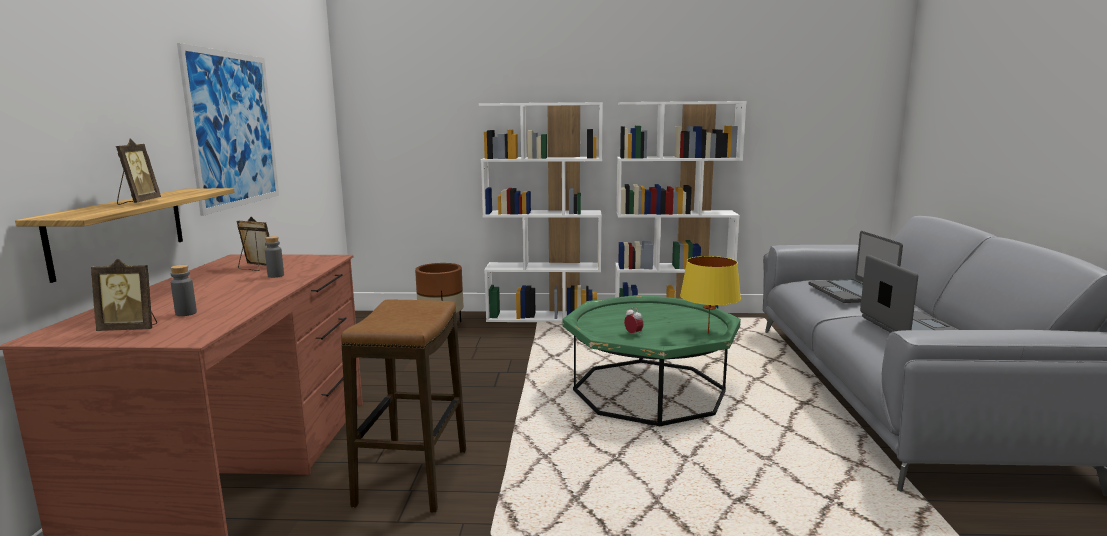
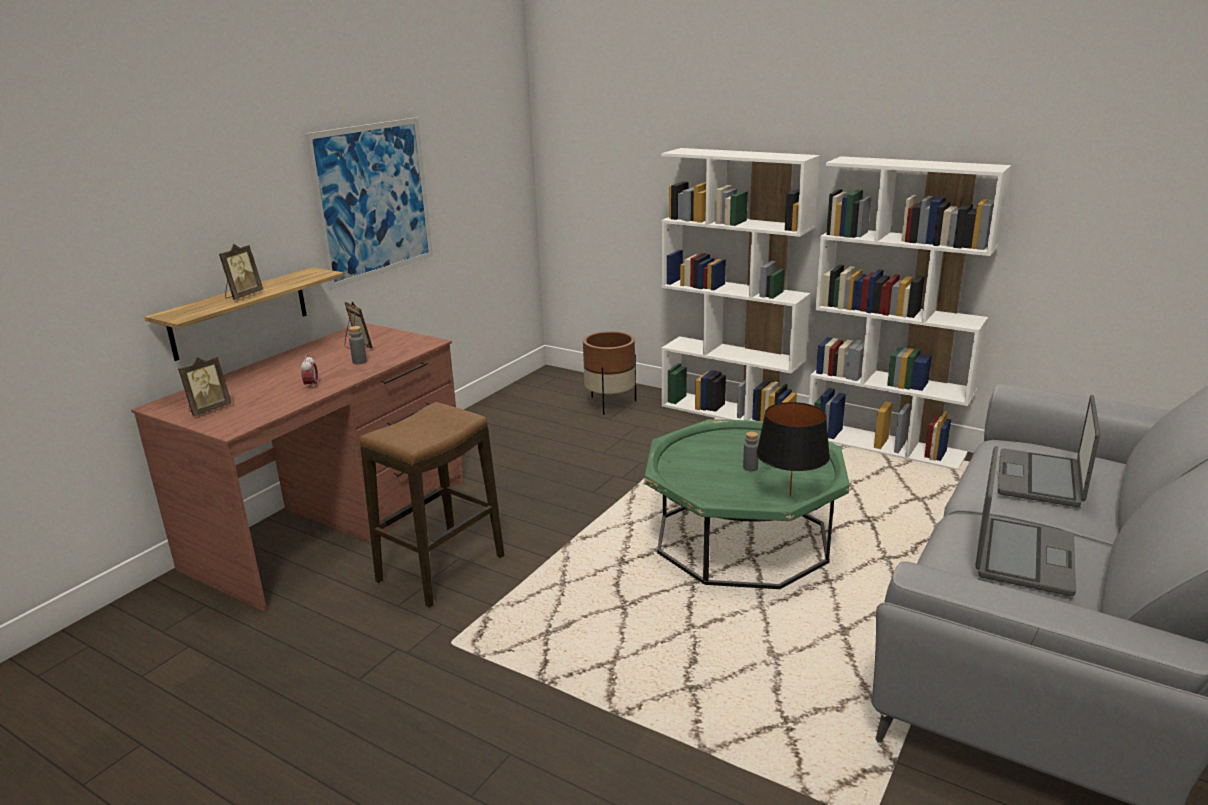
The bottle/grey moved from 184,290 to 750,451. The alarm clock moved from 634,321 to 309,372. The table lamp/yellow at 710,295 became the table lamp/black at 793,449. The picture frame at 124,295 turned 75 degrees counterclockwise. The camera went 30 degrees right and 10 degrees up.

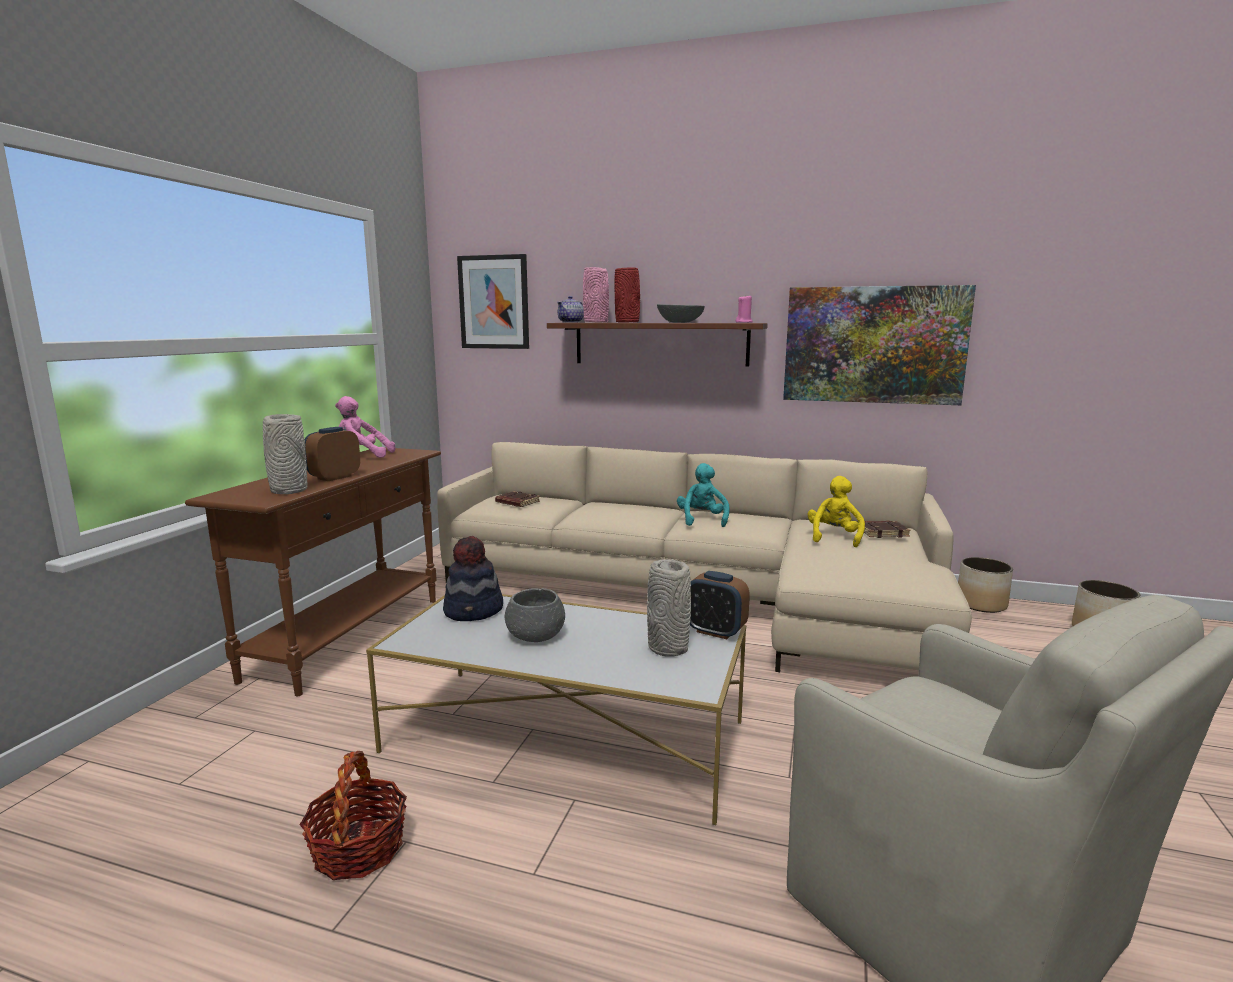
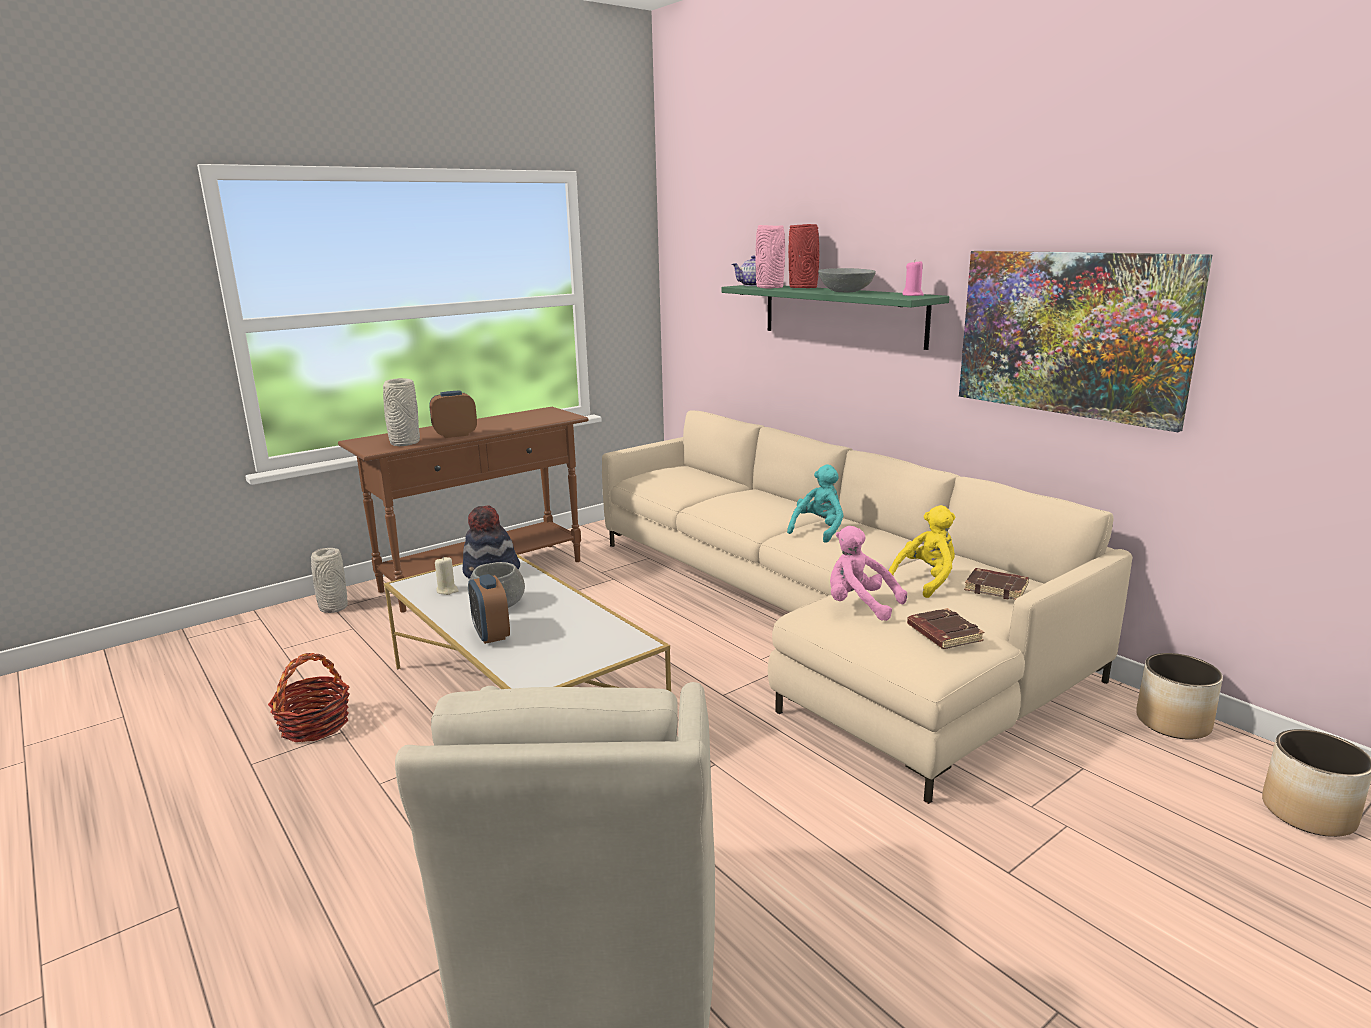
The picture at 493,301 disappeared. The candle/beige at 447,576 appeared. The plush toy/pink moved from 365,427 to 868,573. The book/brown moved from 517,499 to 945,628. The vase/grey moved from 669,608 to 329,580. The alarm clock moved from 720,605 to 489,609. The shelf/brown at 657,345 became the shelf/green at 835,317. The camera went 35 degrees right and 5 degrees up.

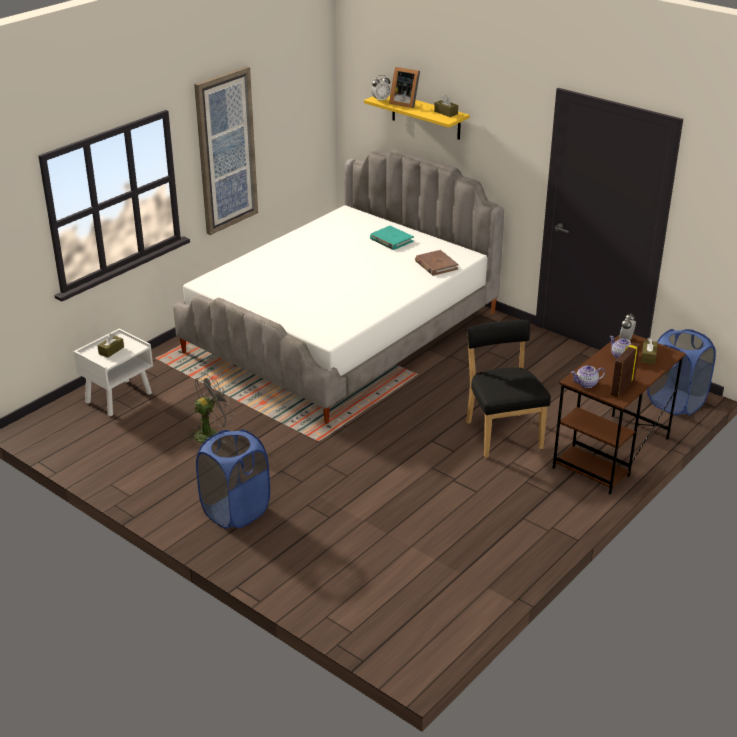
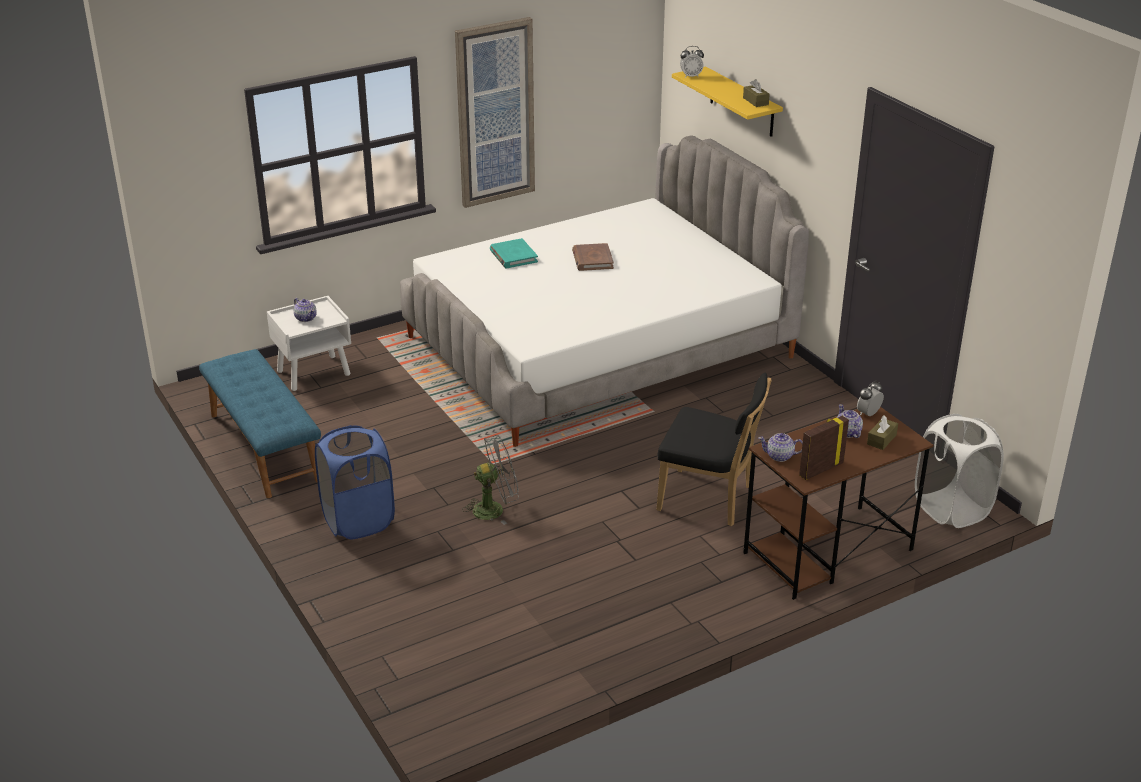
The picture frame at 405,87 disappeared. The bench/blue at 260,423 appeared. The fan/grey moved from 210,408 to 490,480. The book/turquoise moved from 392,238 to 514,253. The book/brown moved from 436,263 to 593,257. The tissue box/brown at 110,345 was replaced by the teapot at 305,310. The laundry basket/blue at 681,372 became the laundry basket/white at 959,471. The chair/black at 508,389 turned 105 degrees clockwise. The camera went 20 degrees right and 0 degrees up.

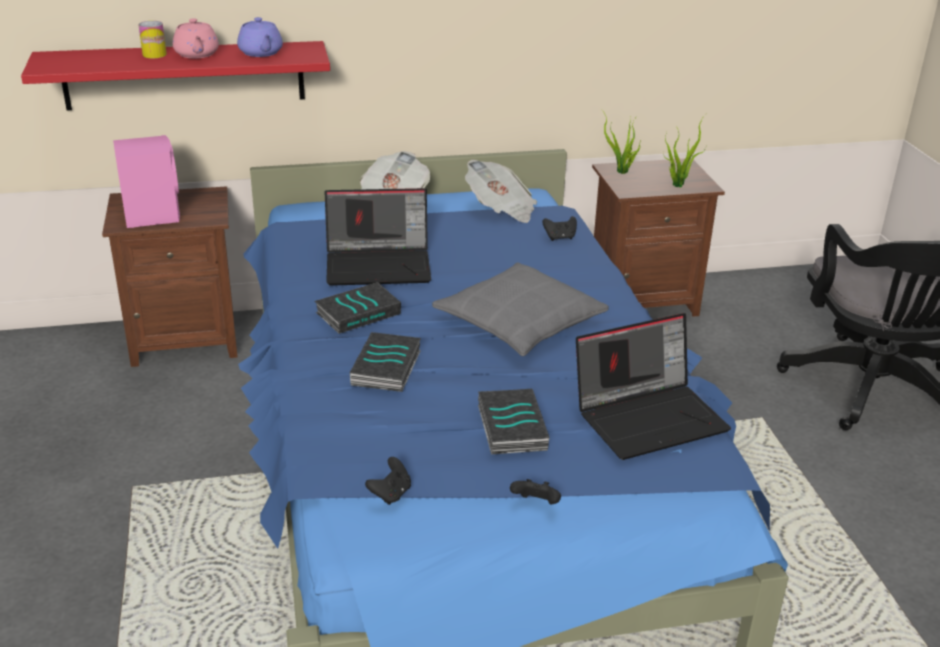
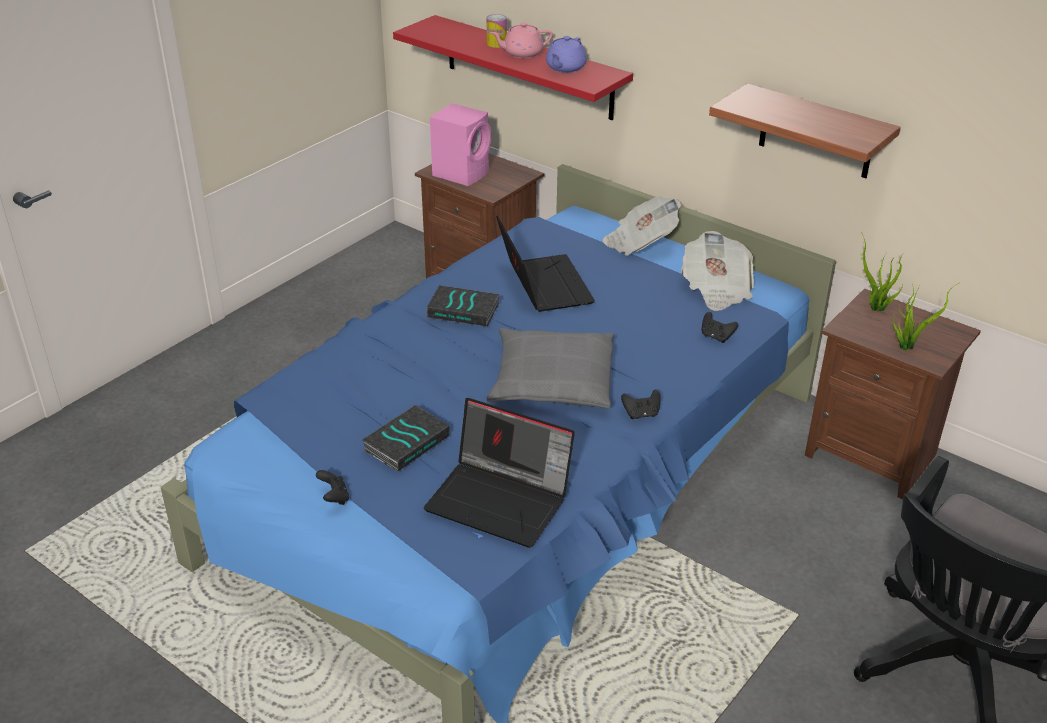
The book at 385,362 disappeared. The shelf at 805,131 appeared. The game controller/black moved from 388,481 to 641,404. The teapot/pink at 196,38 turned 45 degrees clockwise. The laptop at 377,237 turned 150 degrees counterclockwise. The camera went 50 degrees right and 5 degrees up.

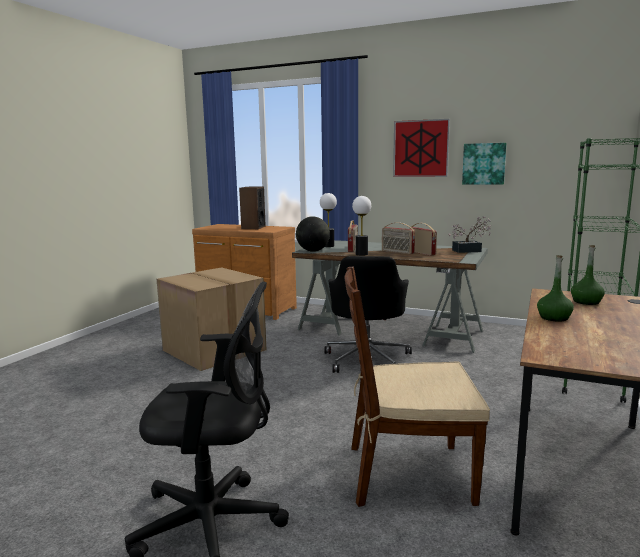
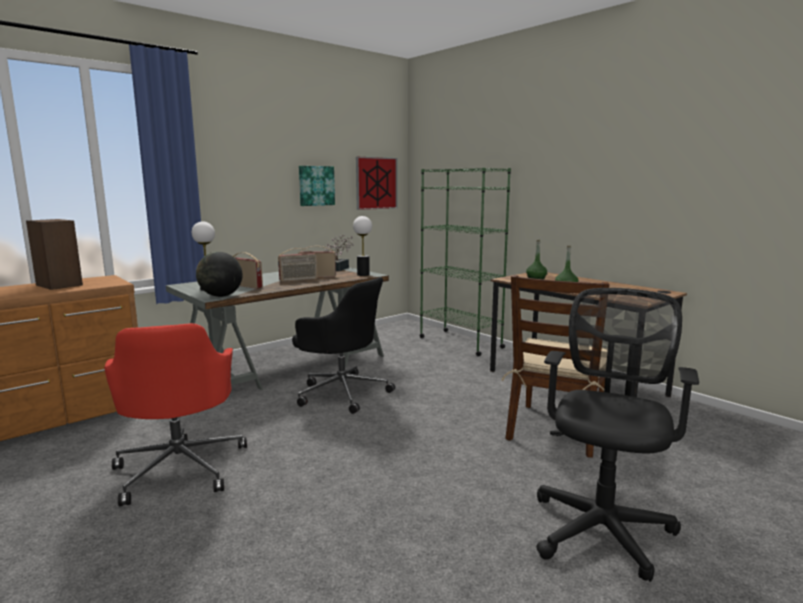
The table lamp moved from 361,226 to 362,246. The picture moved from 421,148 to 377,183. The cardboard box at 211,319 was replaced by the office chair/red at 175,414. The camera went 65 degrees left and 0 degrees up.

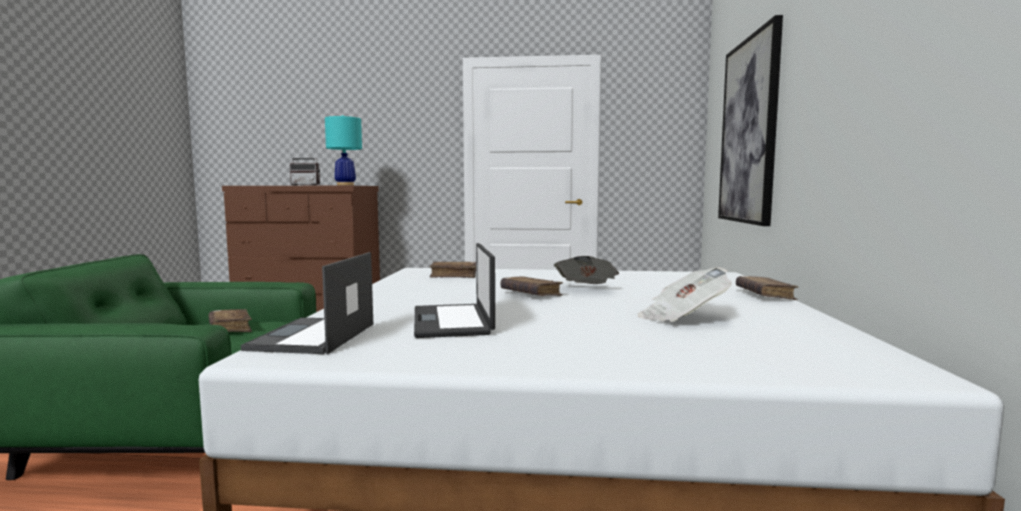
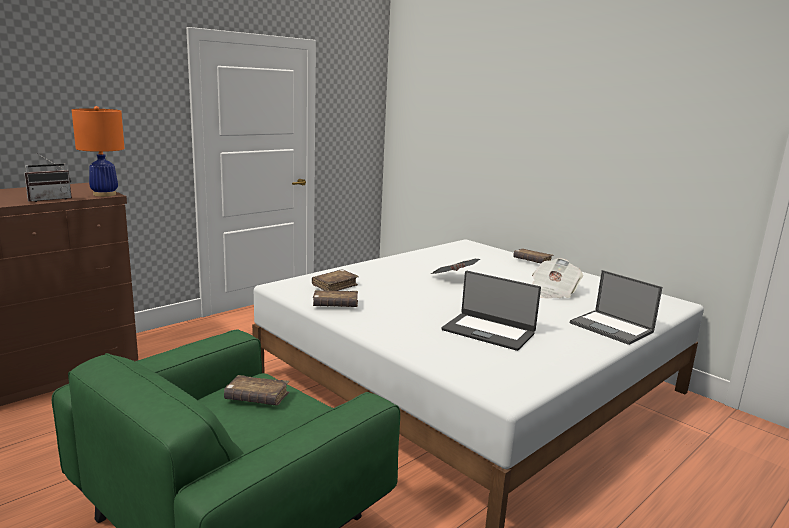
The picture at 750,120 disappeared. The laptop moved from 307,303 to 616,307. The book/brown moved from 531,286 to 335,298. The table lamp/turquoise at 343,150 became the table lamp/orange at 98,151. The camera went 50 degrees left and 10 degrees up.

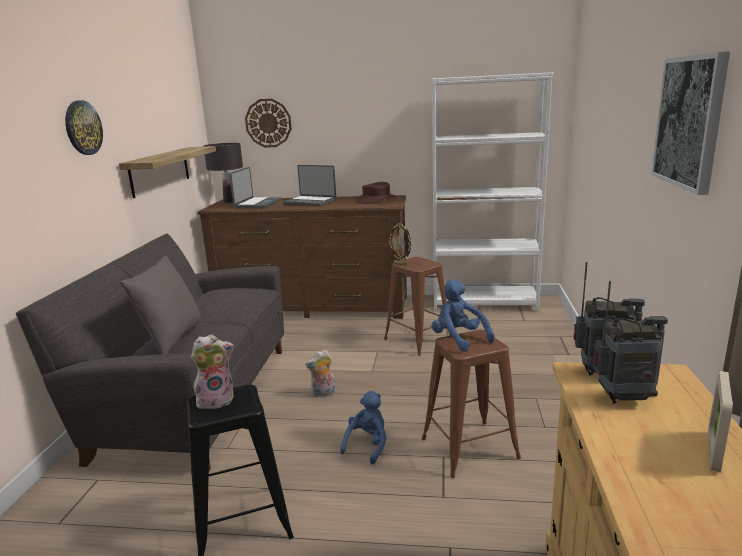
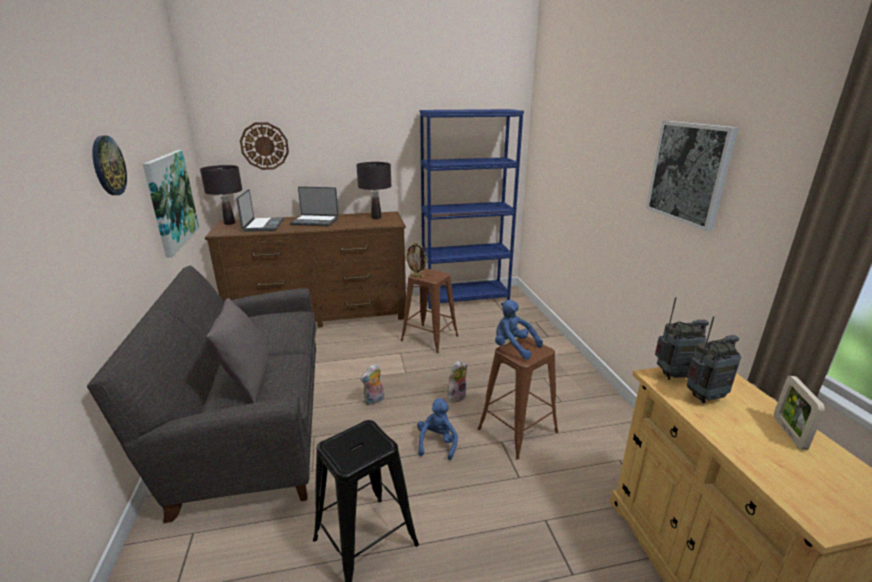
The plush toy moved from 212,371 to 457,381. The shelf at 167,172 was replaced by the picture at 171,204. The hat/brown at 376,193 was replaced by the table lamp/black at 373,190. The bookcase/white at 492,191 became the bookcase/blue at 472,209. The camera went 20 degrees left and 5 degrees up.

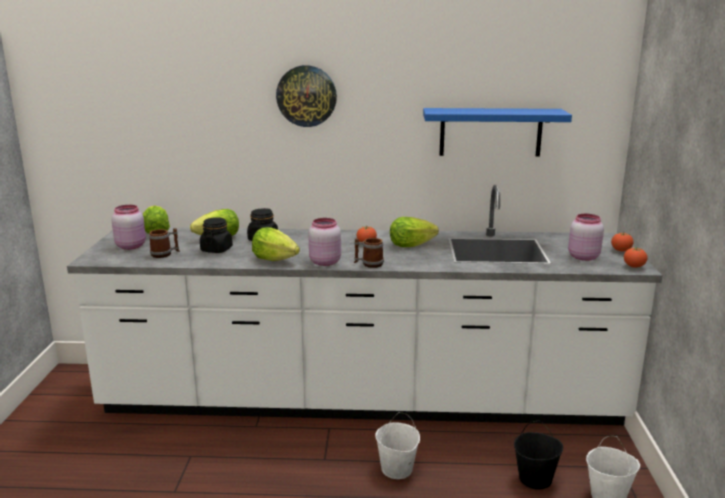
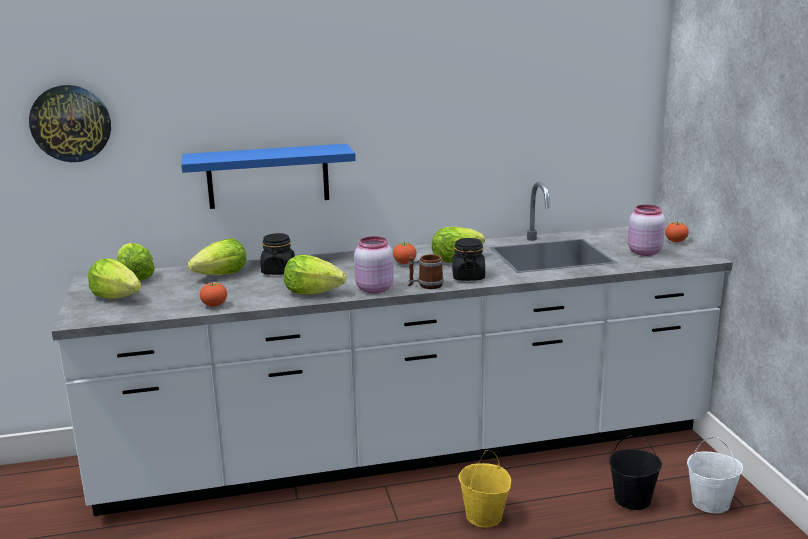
The mug at 164,243 disappeared. The jar/black moved from 216,235 to 468,259. The wall clock moved from 306,96 to 70,123. The shelf/blue moved from 497,132 to 268,176. The tomato moved from 636,257 to 213,294. The jar/pink at 128,227 was replaced by the lettuce at 114,278. The bucket/white at 397,445 became the bucket/yellow at 485,489. The camera went 15 degrees left and 0 degrees up.

